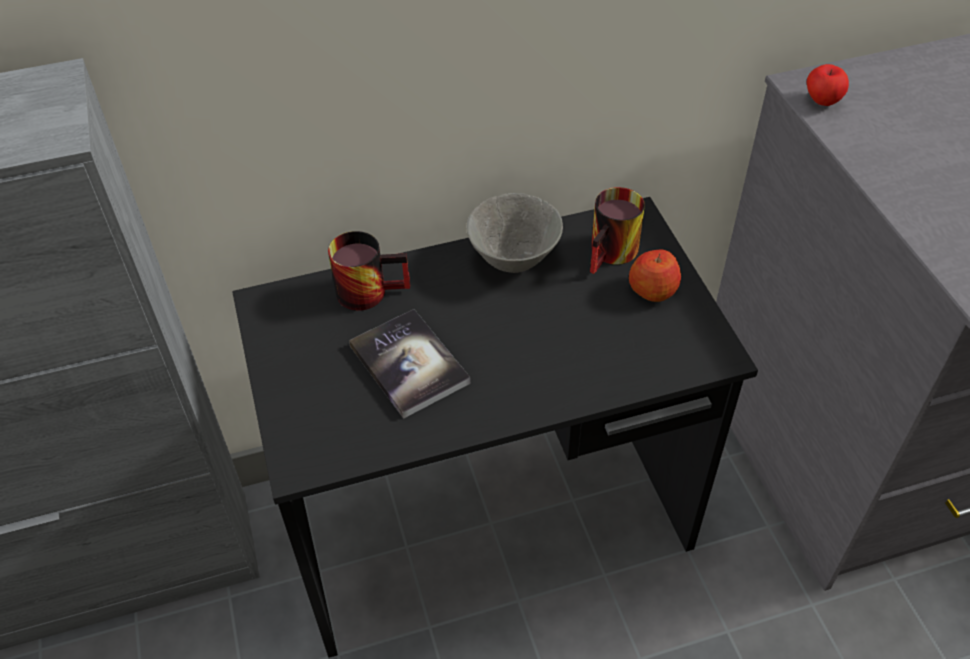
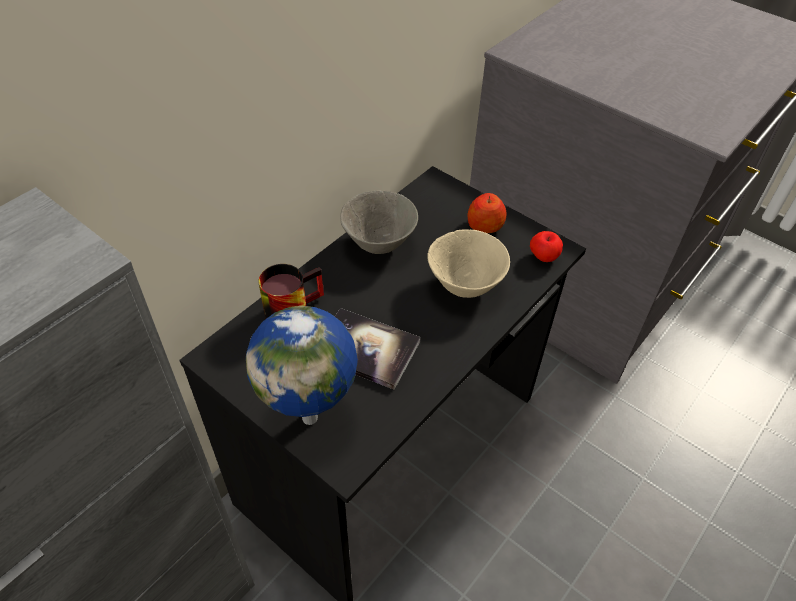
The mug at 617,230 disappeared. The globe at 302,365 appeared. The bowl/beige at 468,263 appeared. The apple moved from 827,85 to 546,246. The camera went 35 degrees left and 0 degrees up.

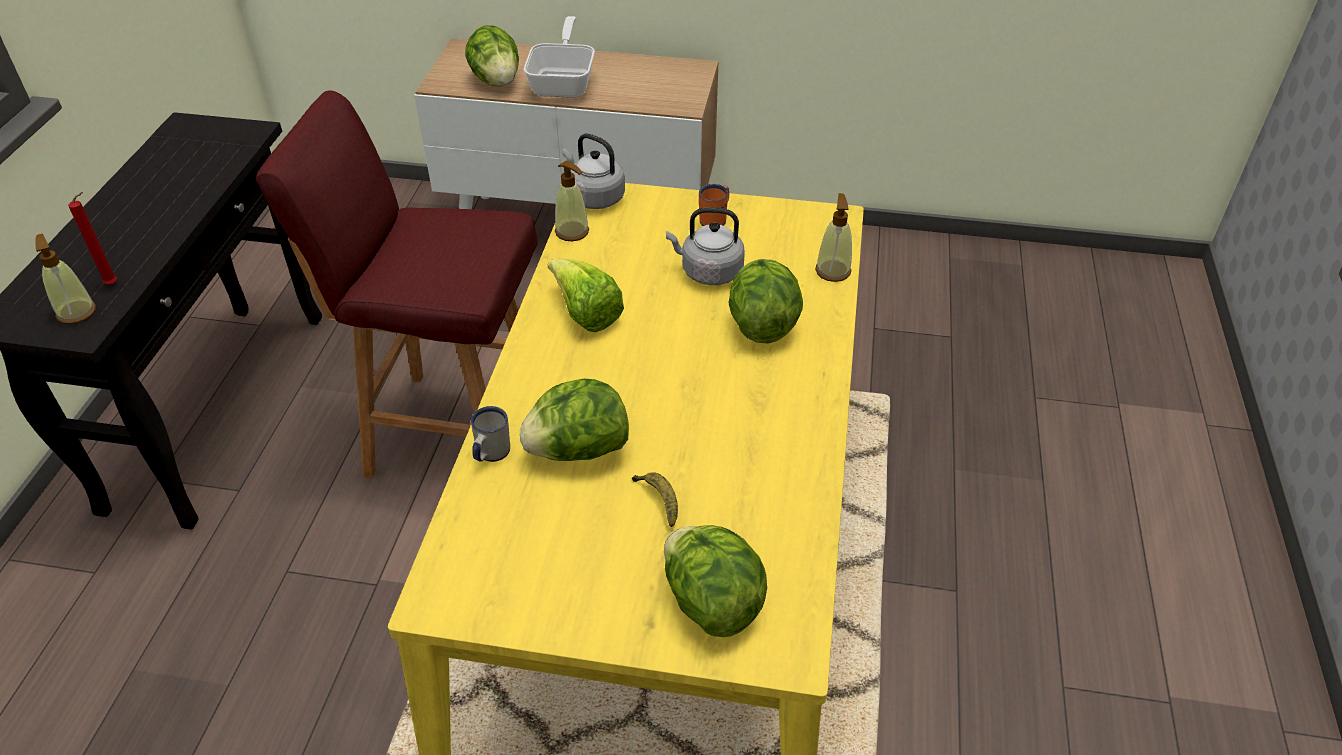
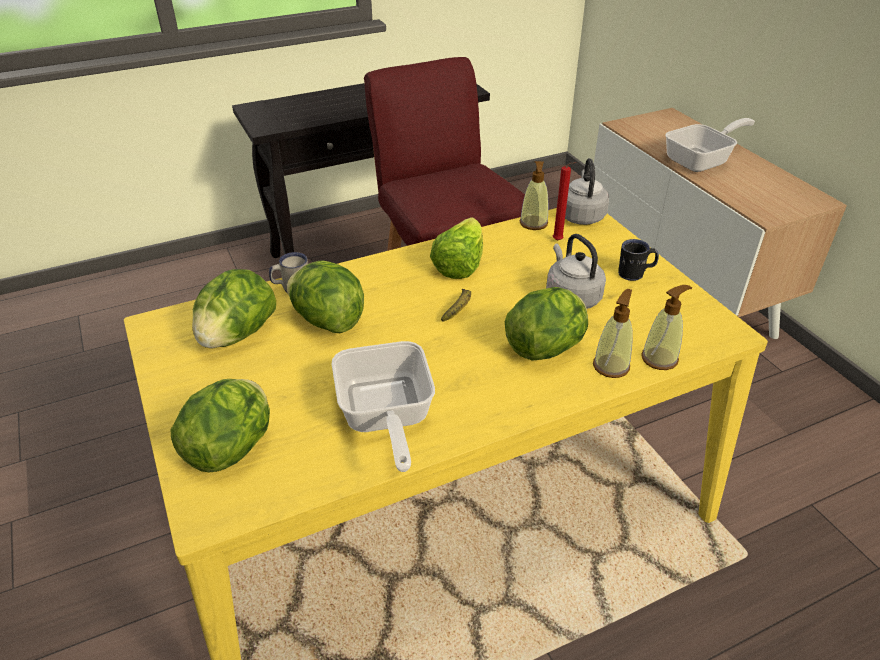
The frying pan at 383,406 appeared. The soap dispenser moved from 65,278 to 613,333. The candle/red moved from 92,238 to 564,201. The lettuce moved from 492,55 to 234,309. The banana moved from 655,499 to 456,305. The mug/orange at 714,205 became the mug/black at 638,260. The camera went 55 degrees right and 5 degrees down.

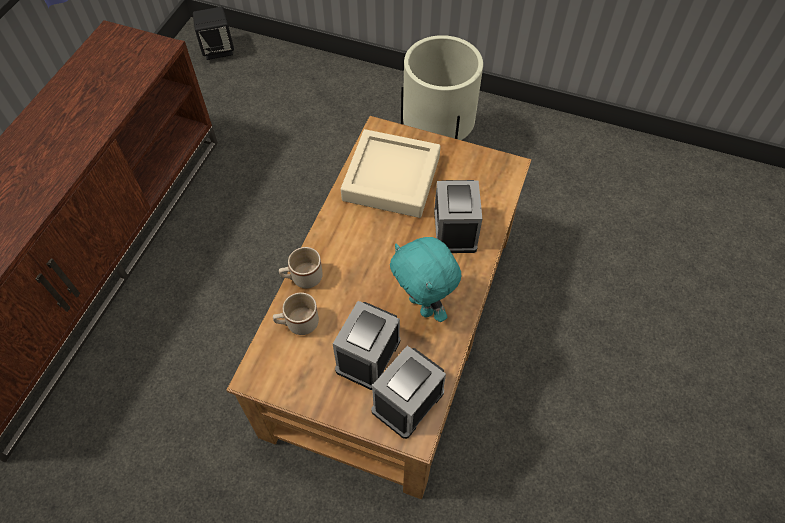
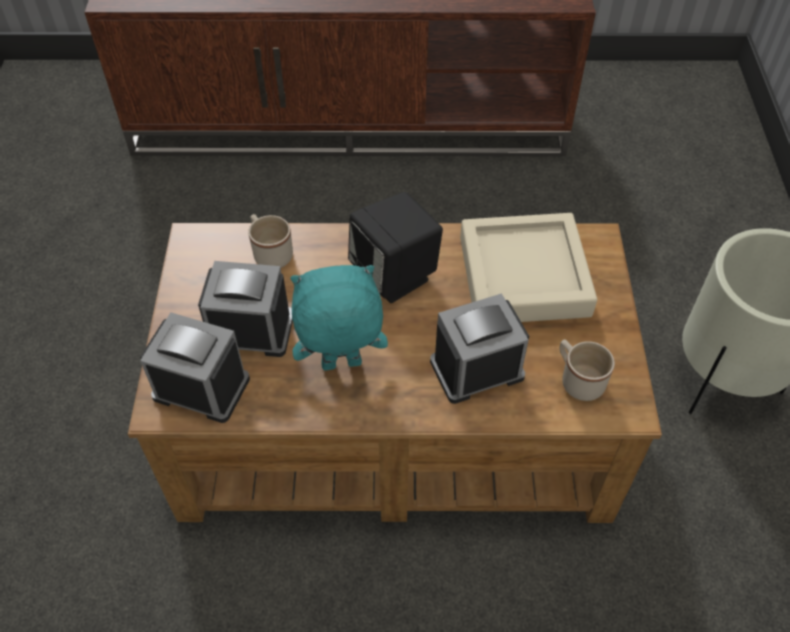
The speaker/black moved from 213,33 to 395,247. The mug/beige moved from 301,267 to 587,370. The plush toy/turquoise at 425,279 turned 45 degrees clockwise. The camera went 70 degrees right and 5 degrees down.

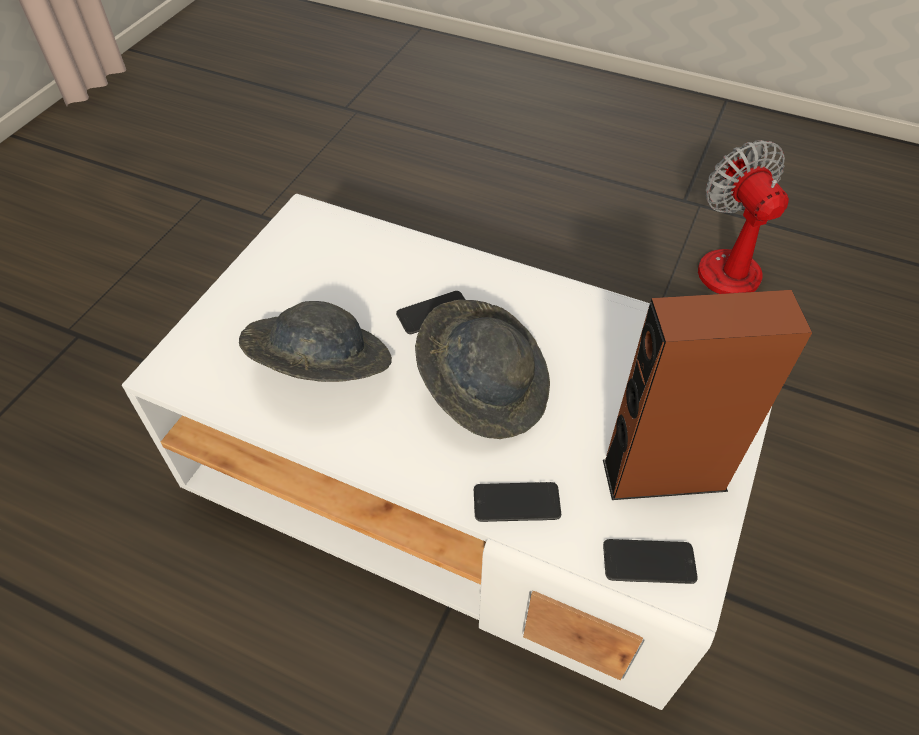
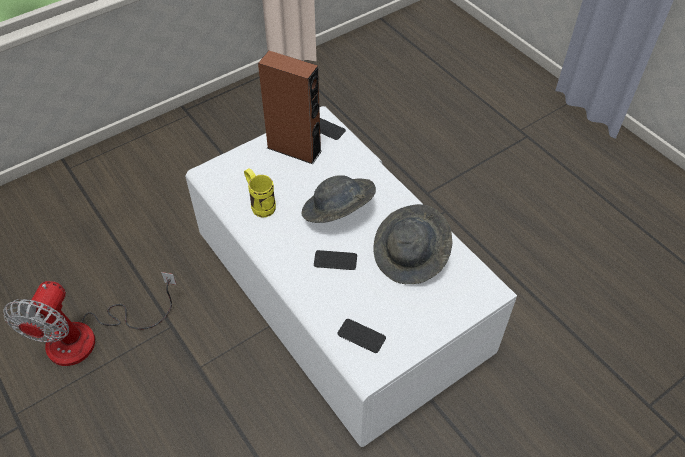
The mug/yellow at 260,192 appeared. The phone moved from 517,502 to 361,336. The camera went 150 degrees left and 0 degrees up.

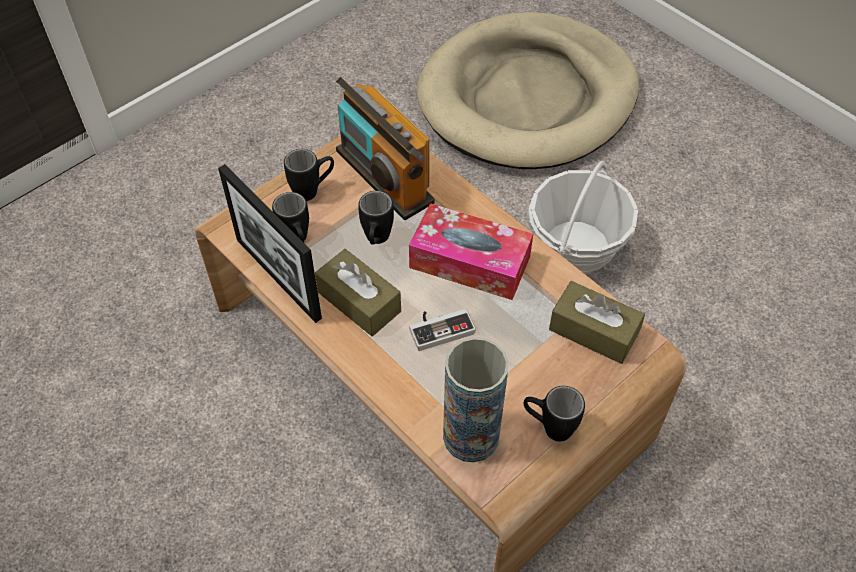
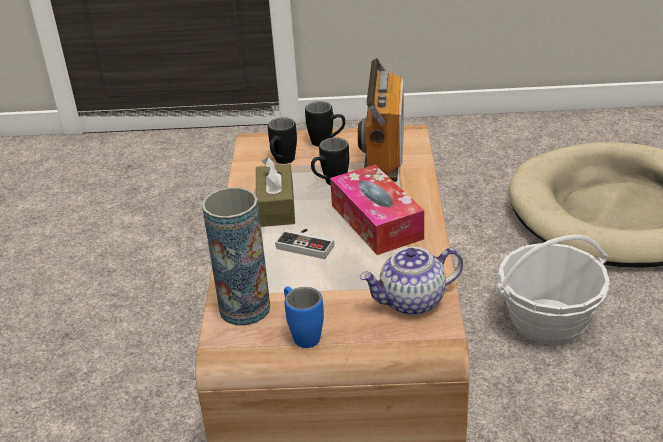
The picture frame at 270,243 disappeared. The tissue box/brown at 597,322 was replaced by the teapot at 411,281. The mug/black at 554,414 became the mug/blue at 304,317. The camera went 45 degrees right and 20 degrees down.

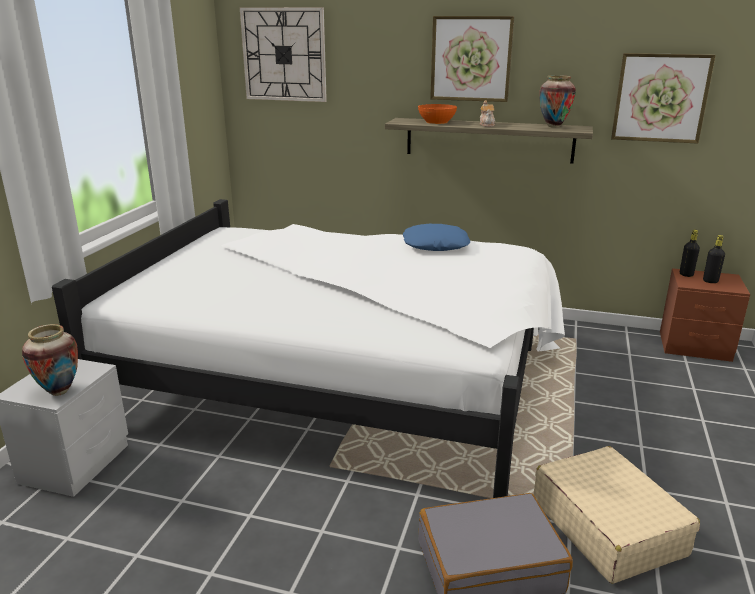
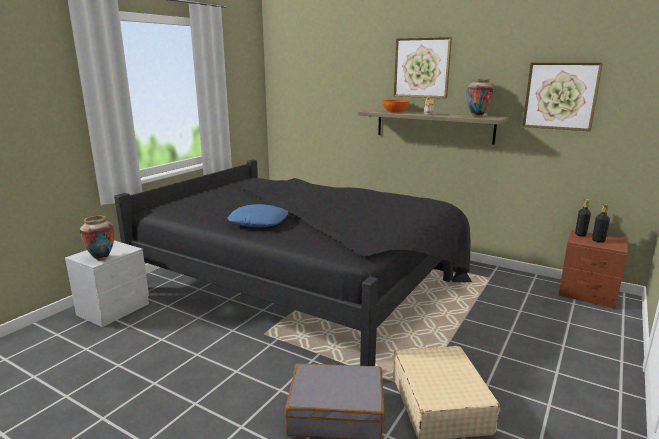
The wall clock at 283,54 disappeared. The pillow/blue moved from 437,237 to 258,215. The bed/white at 308,348 became the bed/black at 293,263. The camera went 15 degrees right and 5 degrees down.

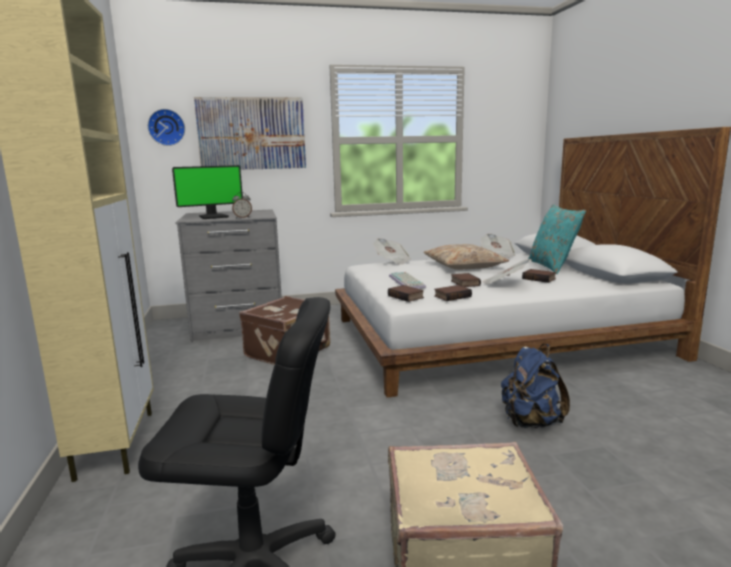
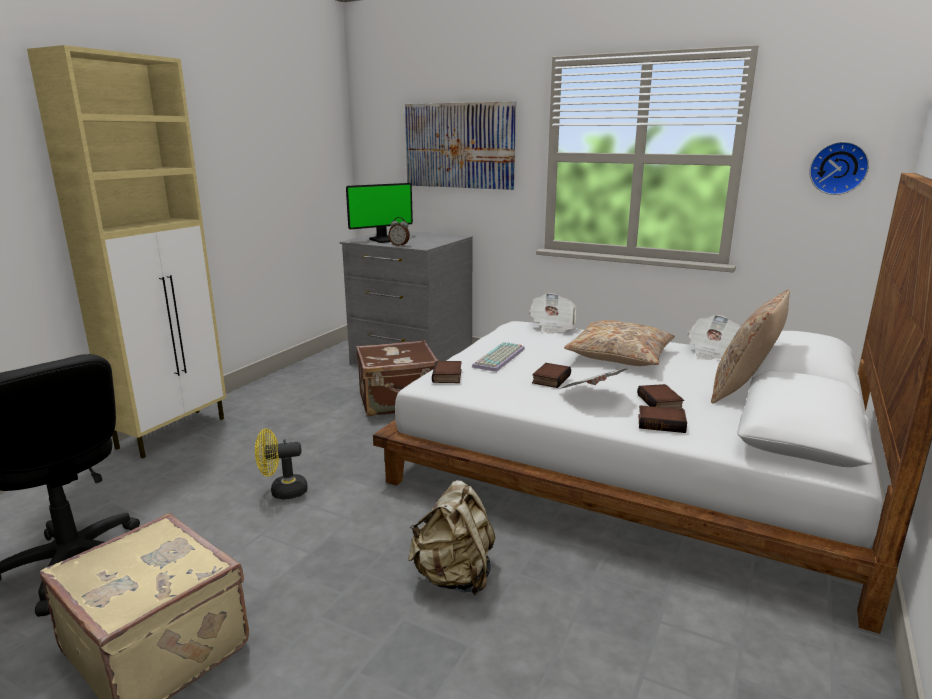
The fan/yellow at 281,464 appeared. The wall clock moved from 166,127 to 839,168. The book moved from 453,293 to 662,419. The backpack/blue at 535,386 became the backpack/beige at 451,537. The pillow/turquoise at 557,239 became the pillow/beige at 750,347. The monitor at 207,192 turned 45 degrees counterclockwise. The camera went 40 degrees right and 5 degrees up.

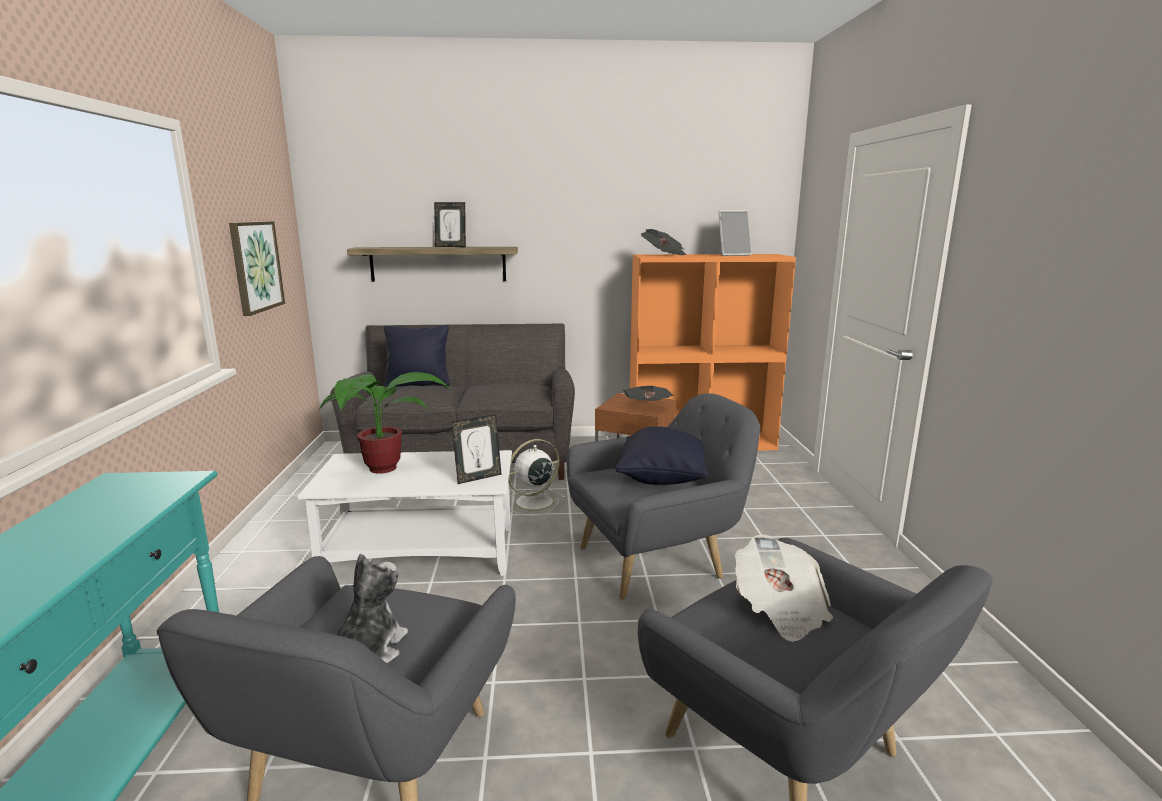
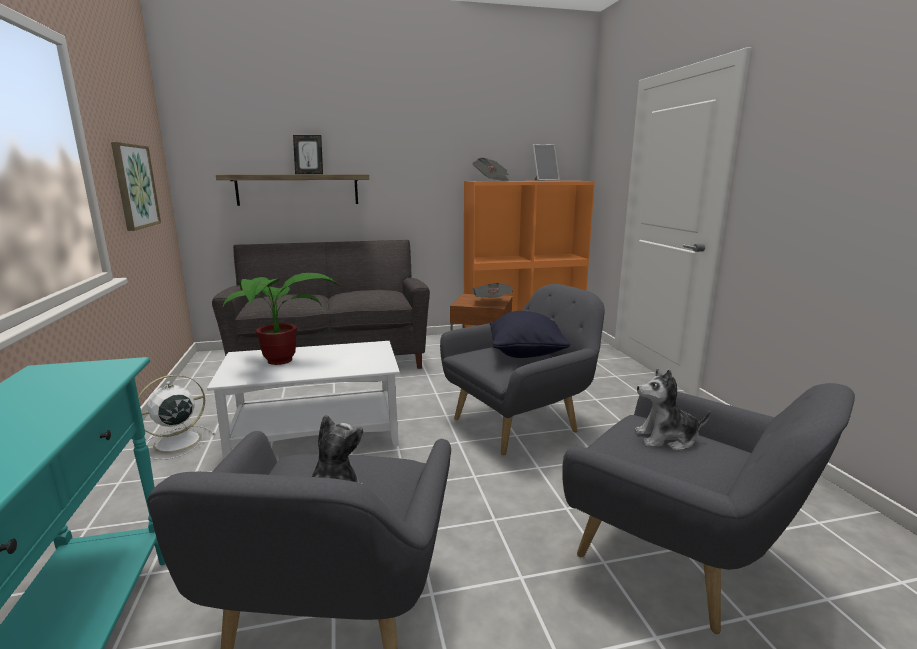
The pillow/black at 417,356 disappeared. The picture frame at 476,449 disappeared. The fan/white moved from 537,478 to 176,417. The newspaper at 784,588 was replaced by the plush toy at 672,410. The camera went 10 degrees left and 0 degrees up.

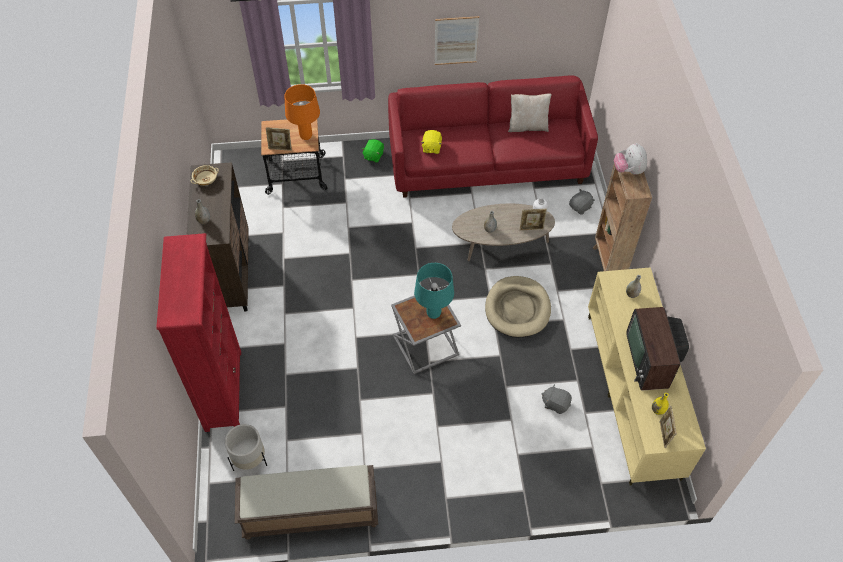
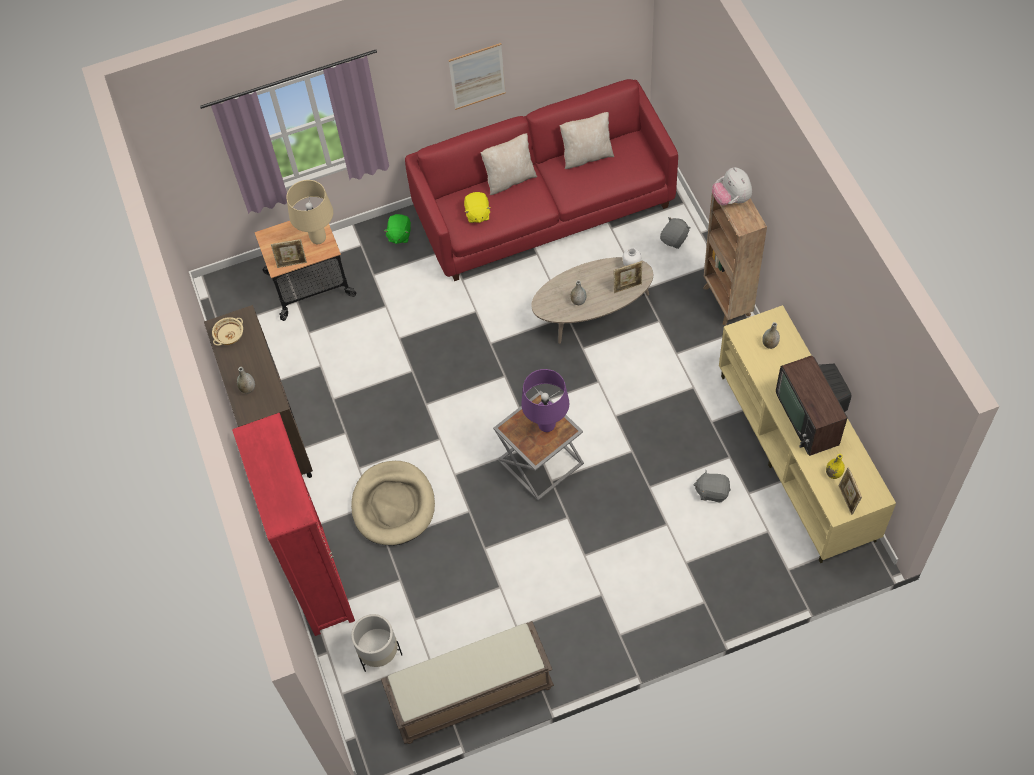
The pillow/beige at 508,164 appeared. The dog bed/beige moved from 518,307 to 393,503. The table lamp/orange at 302,112 became the table lamp/beige at 309,212. The table lamp/turquoise at 434,291 became the table lamp/purple at 545,400. The camera went 10 degrees left and 5 degrees up.

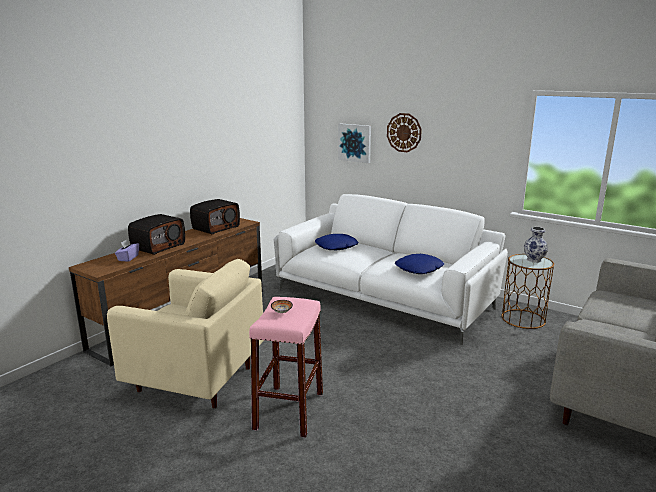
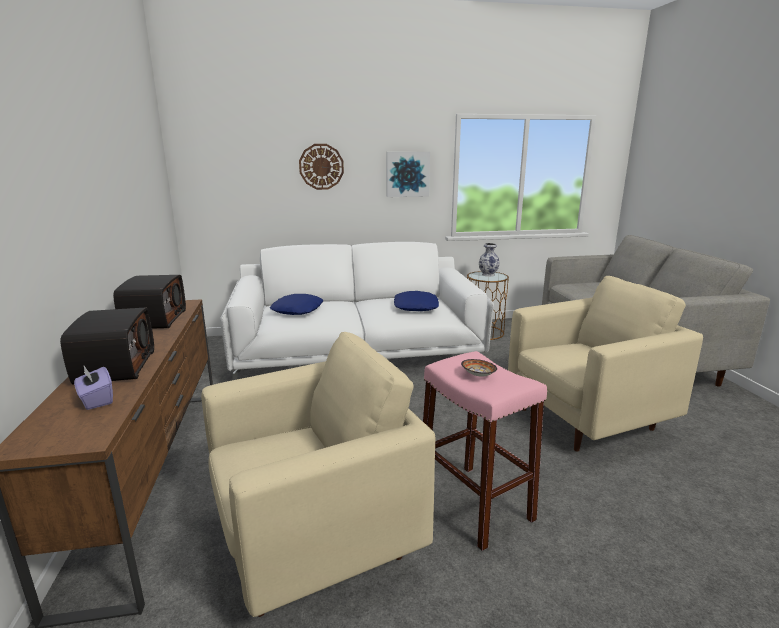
The armchair/beige at 605,364 appeared. The picture moved from 354,143 to 408,174. The camera went 45 degrees left and 0 degrees up.

